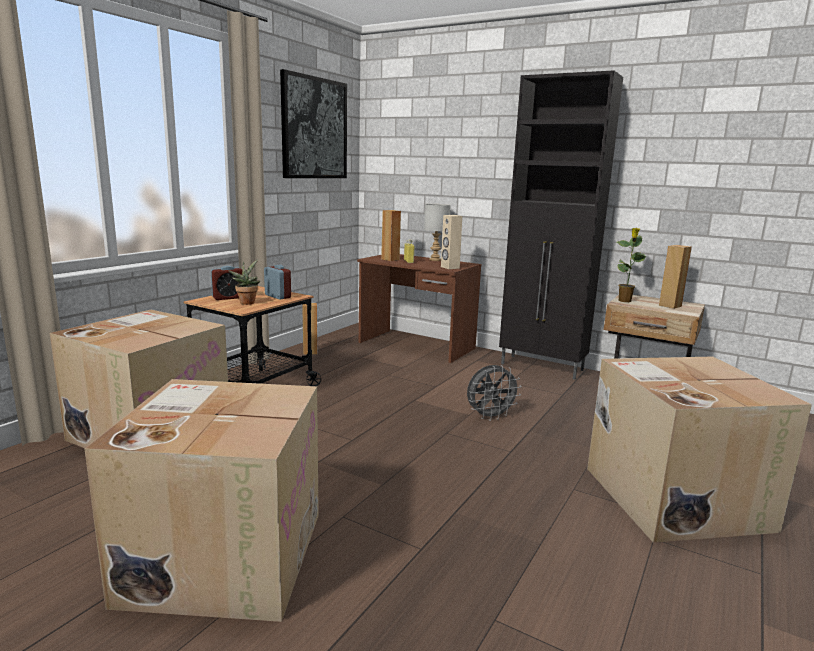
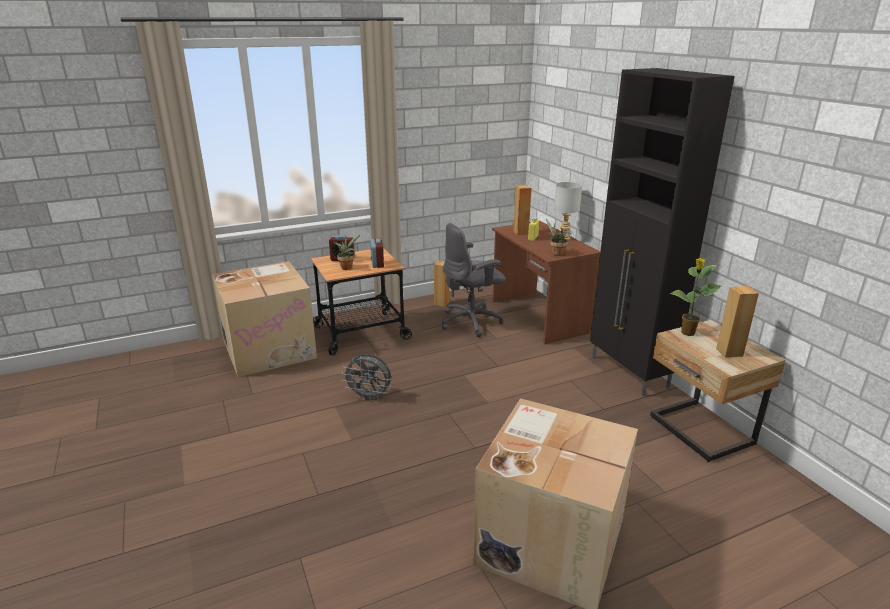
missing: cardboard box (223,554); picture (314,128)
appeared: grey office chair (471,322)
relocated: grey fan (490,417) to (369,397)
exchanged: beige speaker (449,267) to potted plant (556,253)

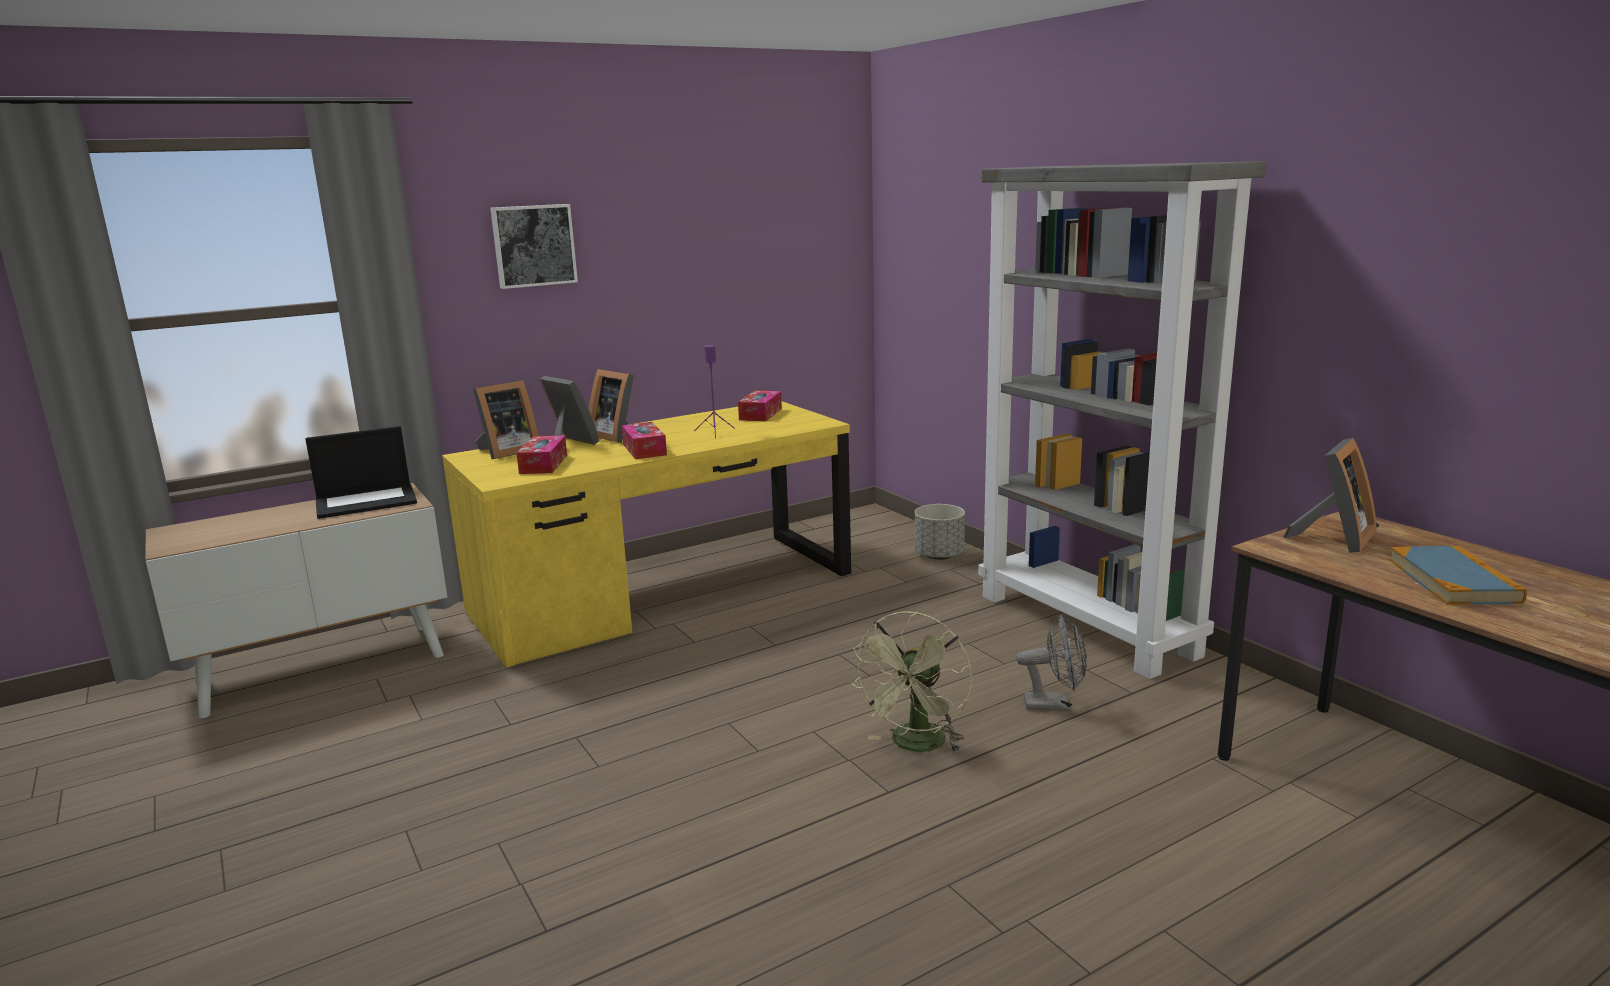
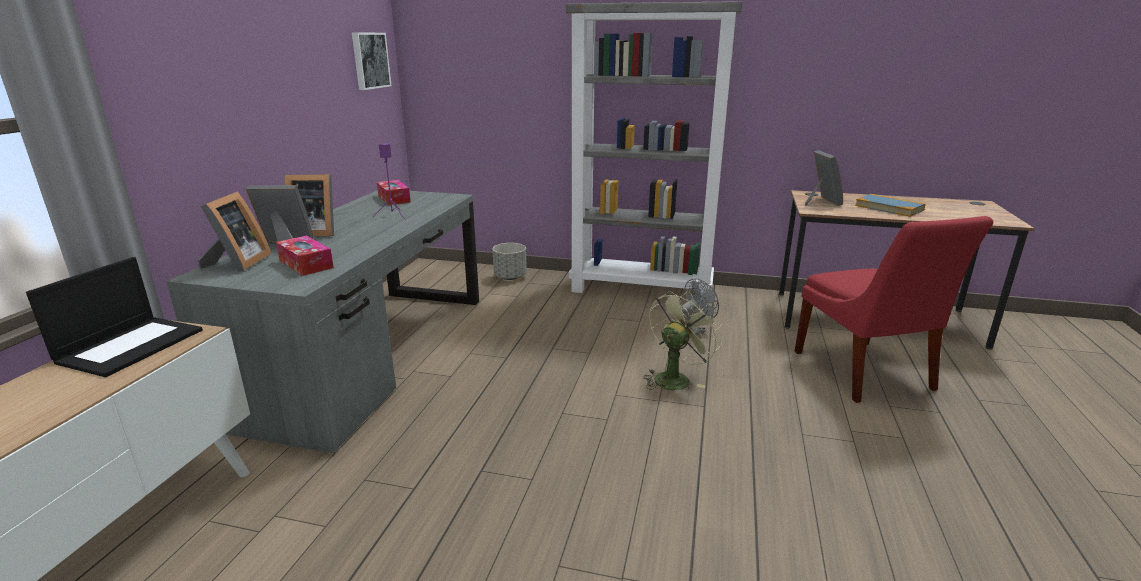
missing: tissue box (644,450)
appeared: red chair (865,373)
relocated: picture (533,245) to (369,60)
colour: yellow desk (664,594) to grey desk (370,355)
spun: green fan (916,746) = (675,378) 120 degrees counterclockwise

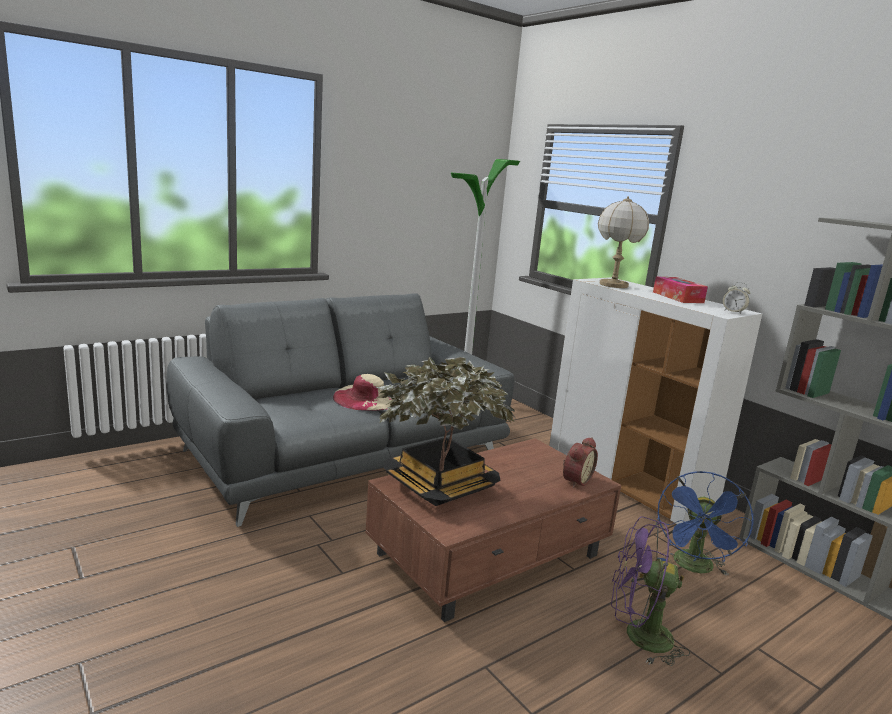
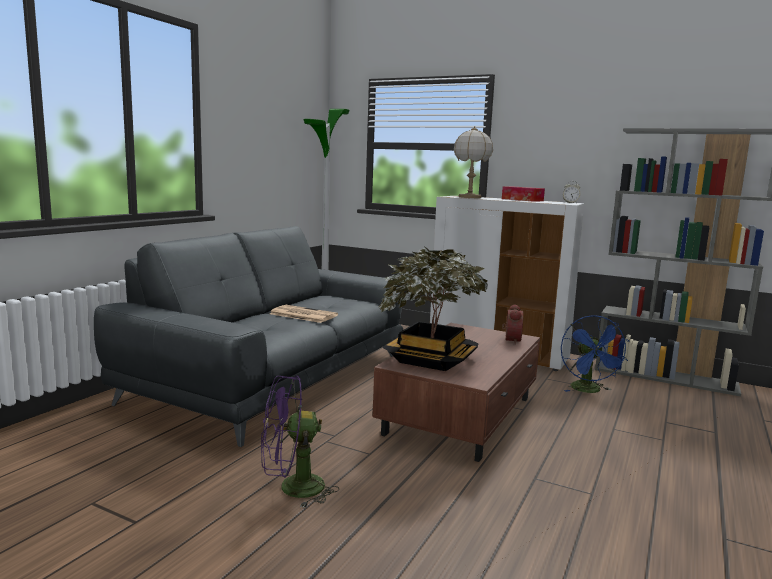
relocated: purple fan (638,636) to (292,489)
exchanged: beige hat (367,398) to newspaper (302,315)

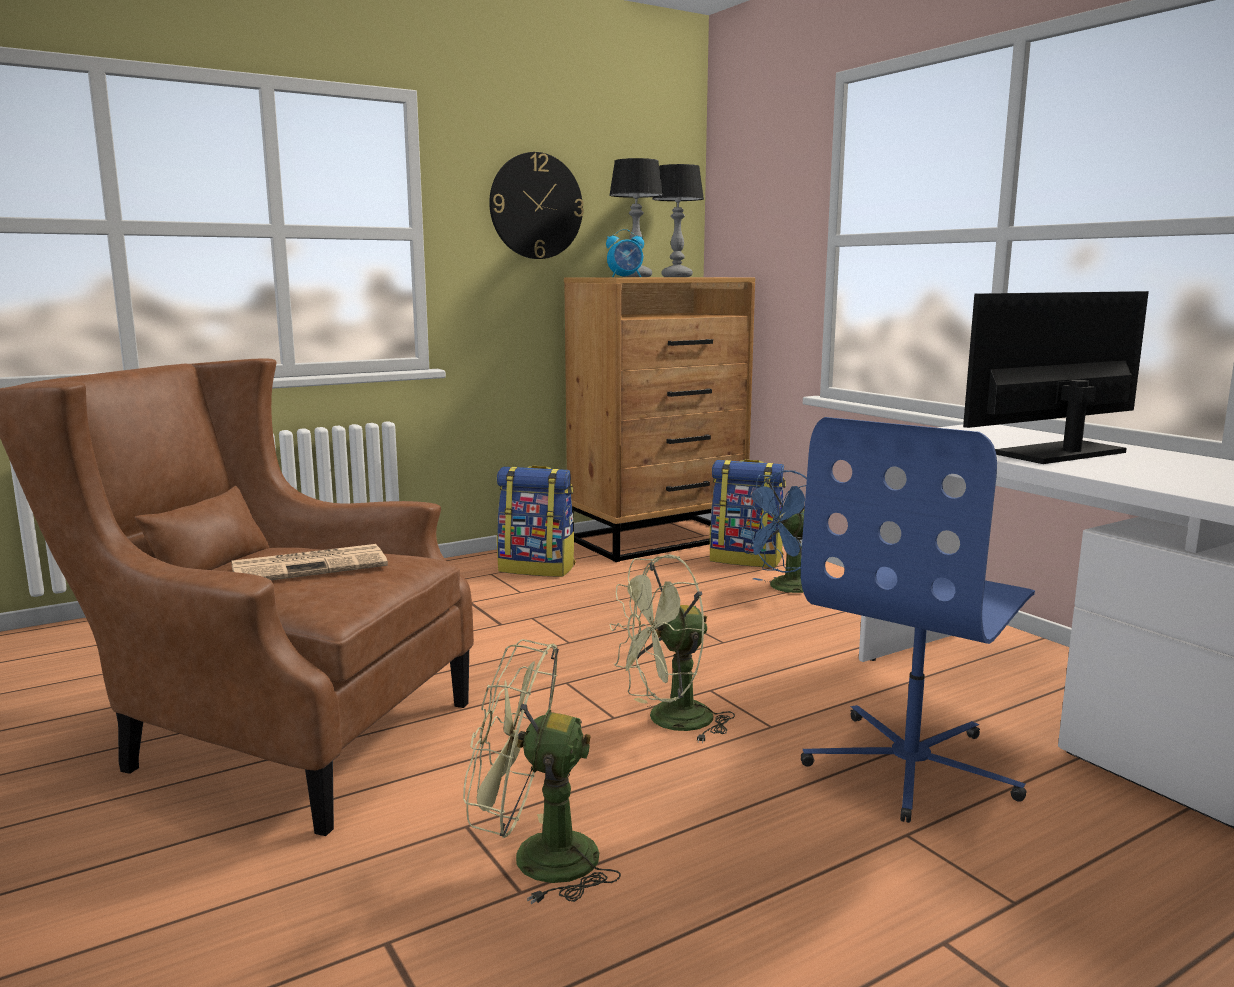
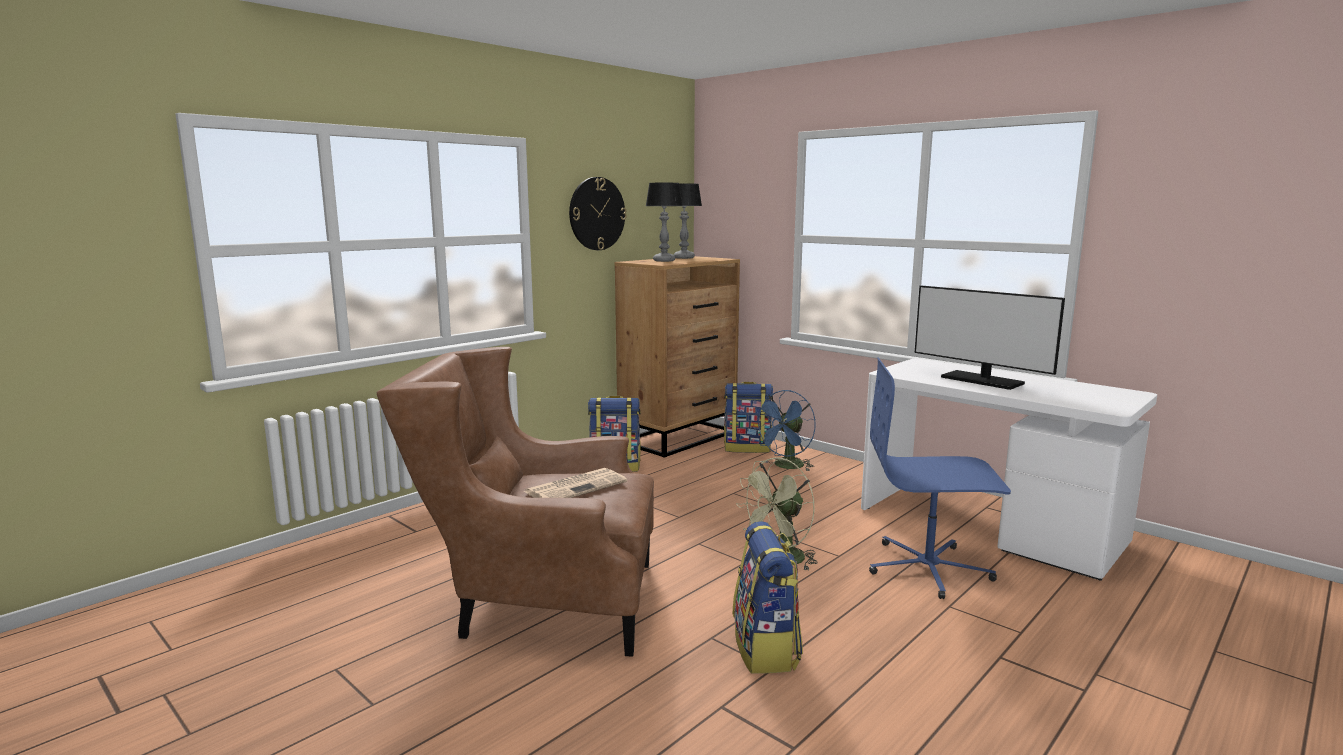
missing: alarm clock (625,277)
exchanged: green fan (536,859) to backpack (766,649)
spun: blue office chair (912,766) = (929,568) 75 degrees clockwise; monitor (1060,453) = (982,380) 90 degrees counterclockwise

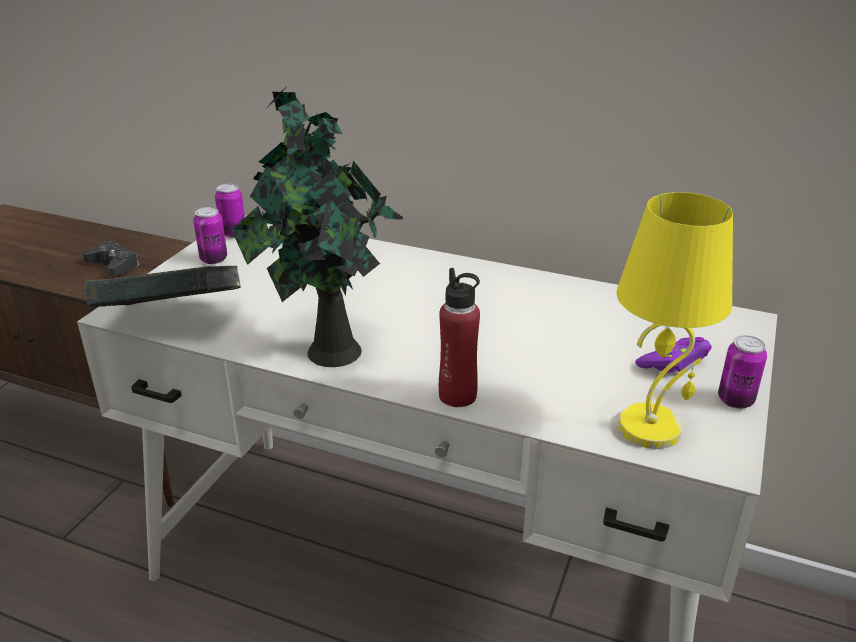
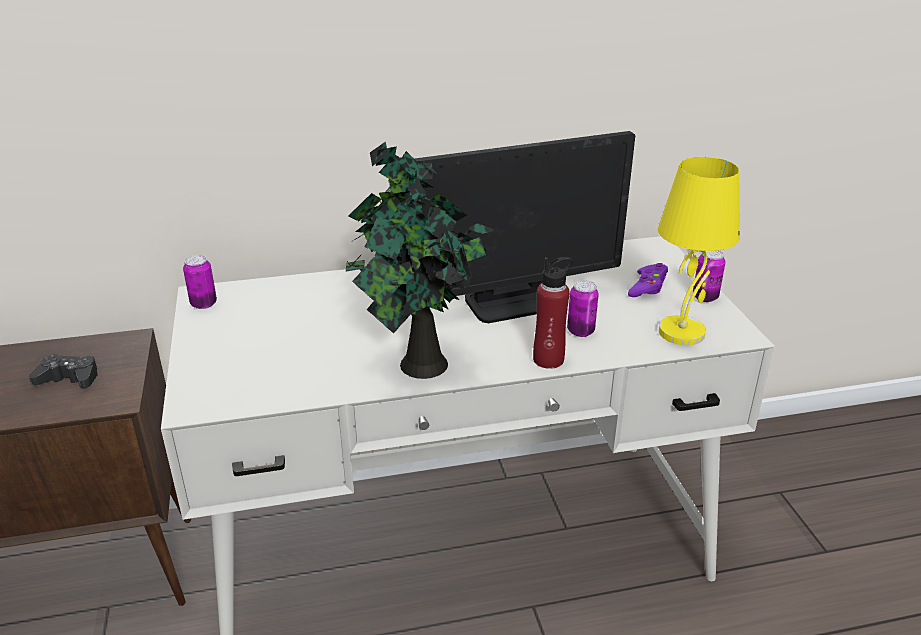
missing: book (172,321)
appeared: monitor (513,302)
relocated: can (213,259) to (580,331)

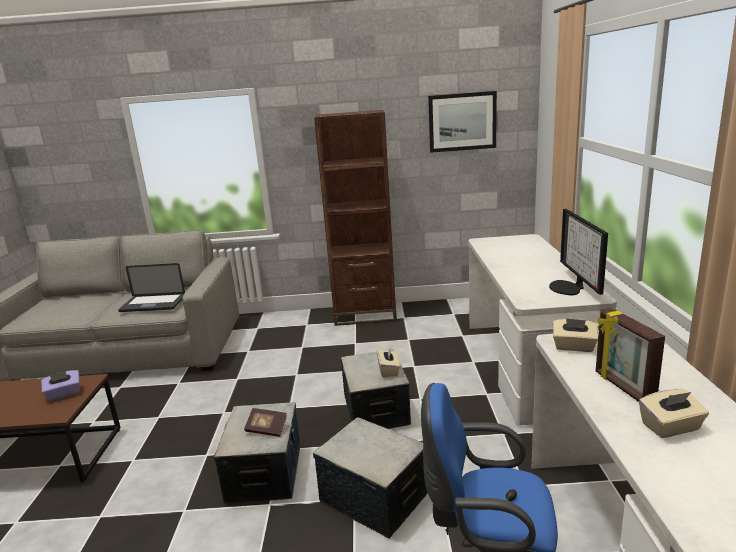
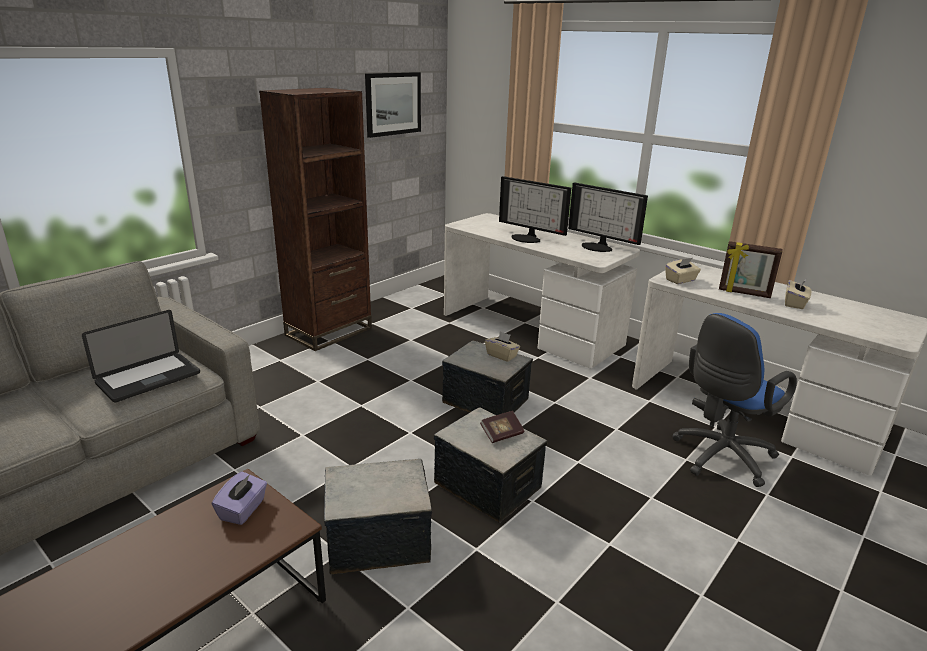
appeared: monitor (527,238)
relocated: storage box (374,497) to (378,539)

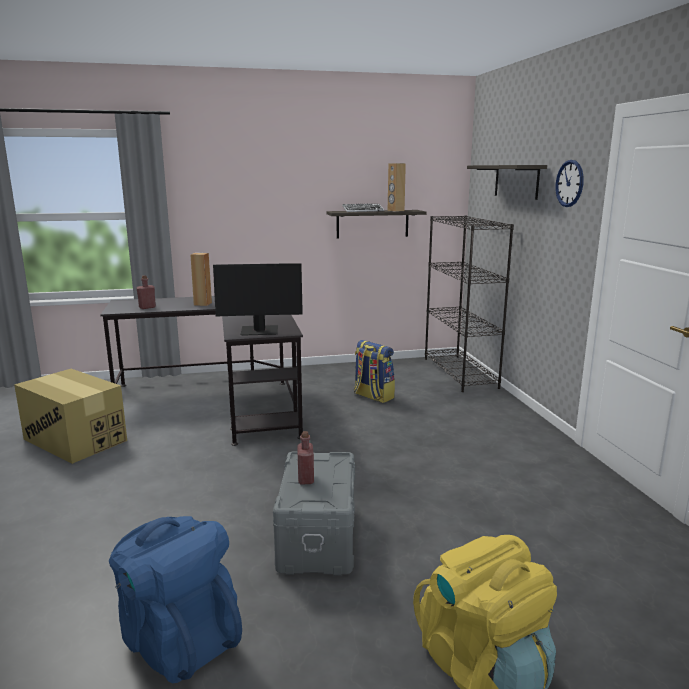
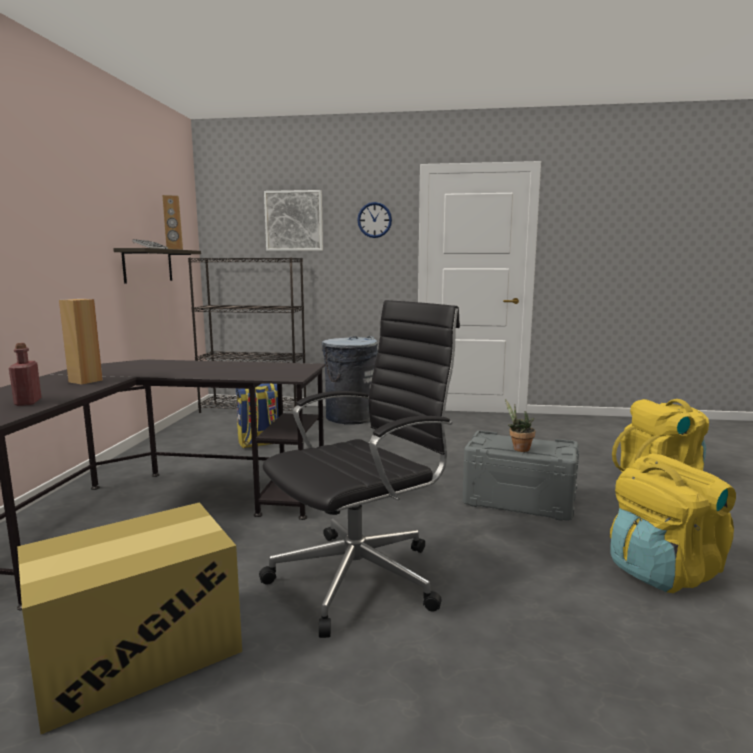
missing: monitor (259,331)
appeared: black office chair (361,577); grey trash can (350,417)
exchanged: red bottle (306,479) to potted plant (518,449); shelf (516,181) to picture (294,221)
colour: blue backpack (178,639) to yellow backpack (663,571)

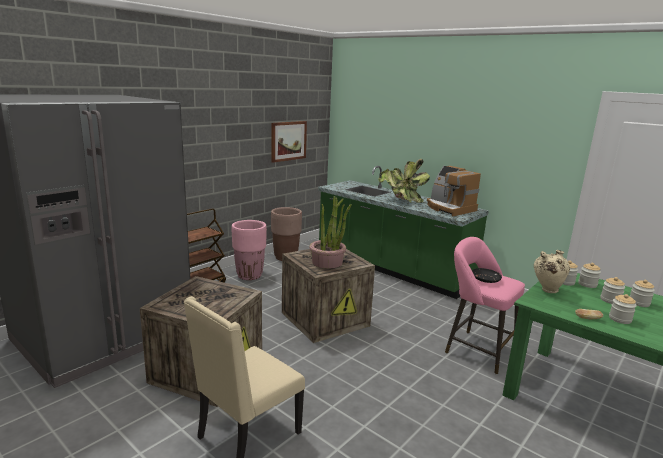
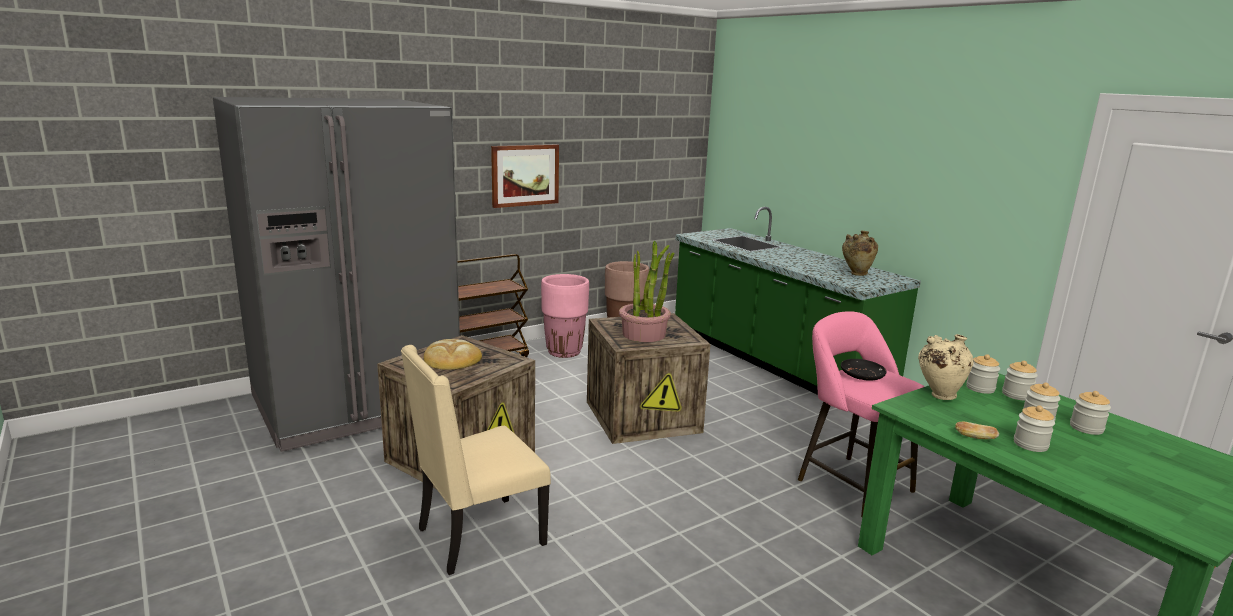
missing: potted plant (401,201)
appeared: bread (452,359)
relocated: picture (288,141) to (525,175)
exchanged: coffee machine (449,208) to beige vase (856,274)

